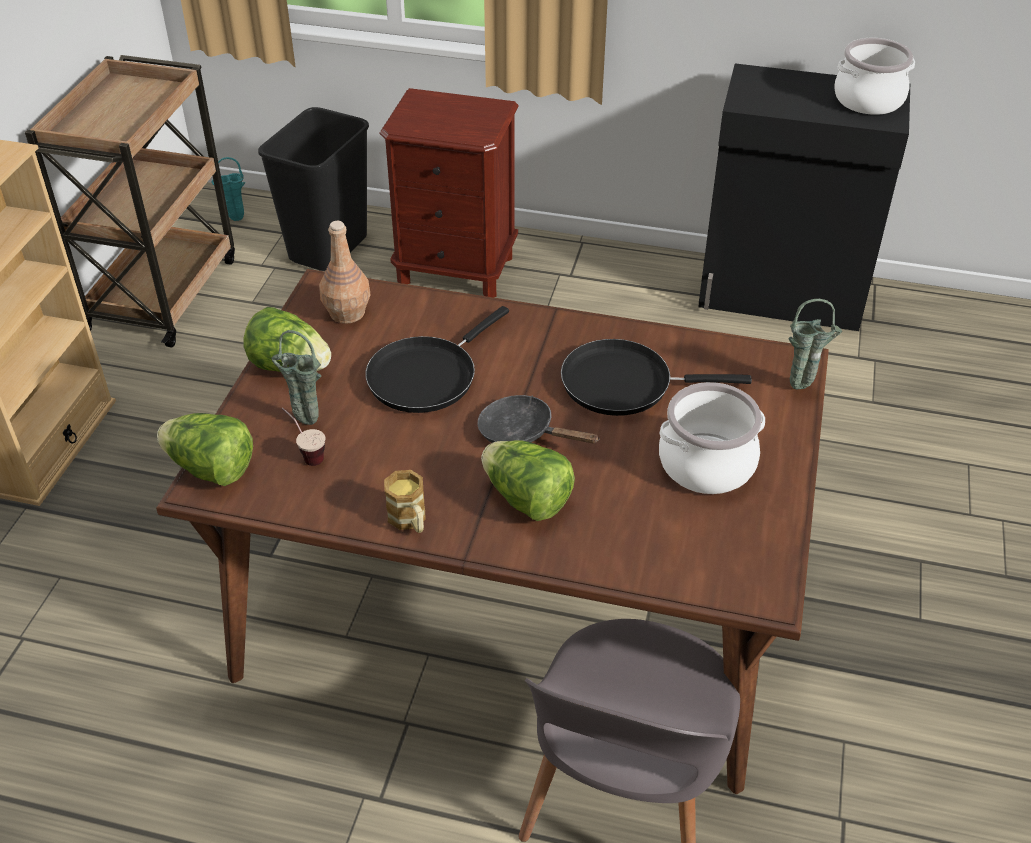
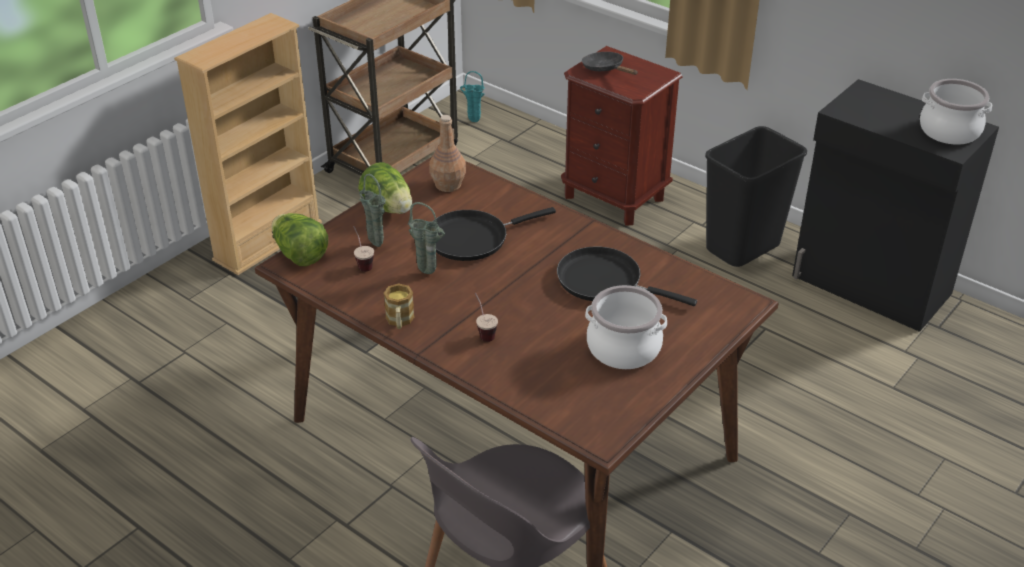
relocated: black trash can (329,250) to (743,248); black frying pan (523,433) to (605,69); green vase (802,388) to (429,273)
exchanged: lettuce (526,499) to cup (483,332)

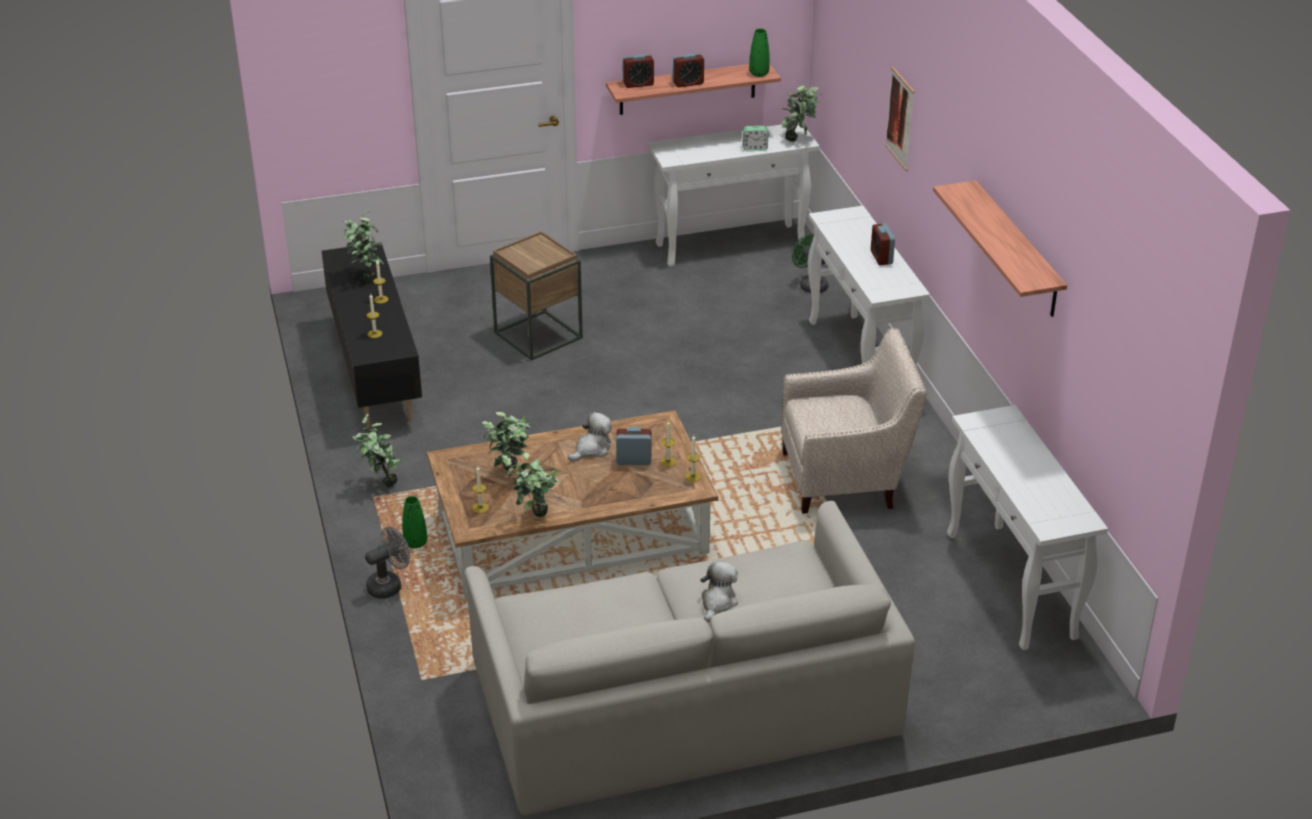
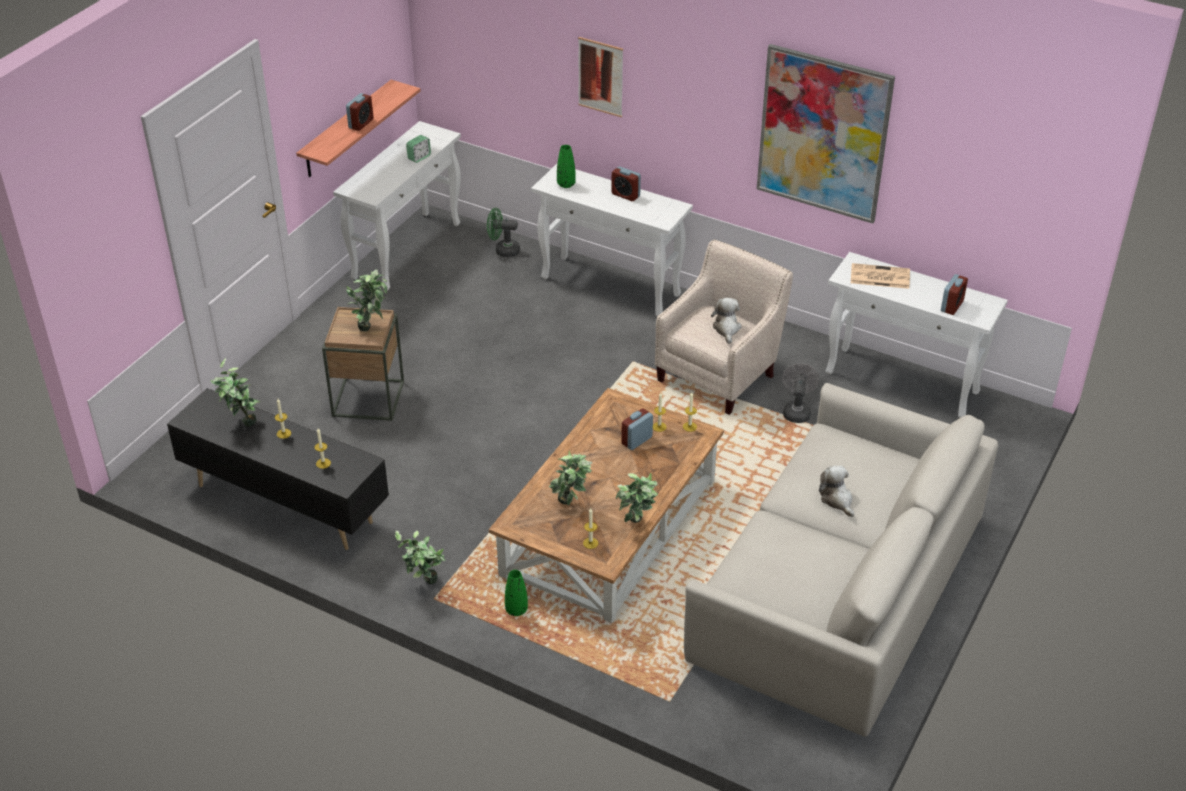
appeared: newspaper (879,277)
relocated: grey fan (389,585) to (796,411); plush toy (592,449) to (726,329); alarm clock (638,84) to (952,306); green vase (759,74) to (566,184); potted plant (799,140) to (371,326)
exchanged: shelf (1017,250) to picture (823,134)

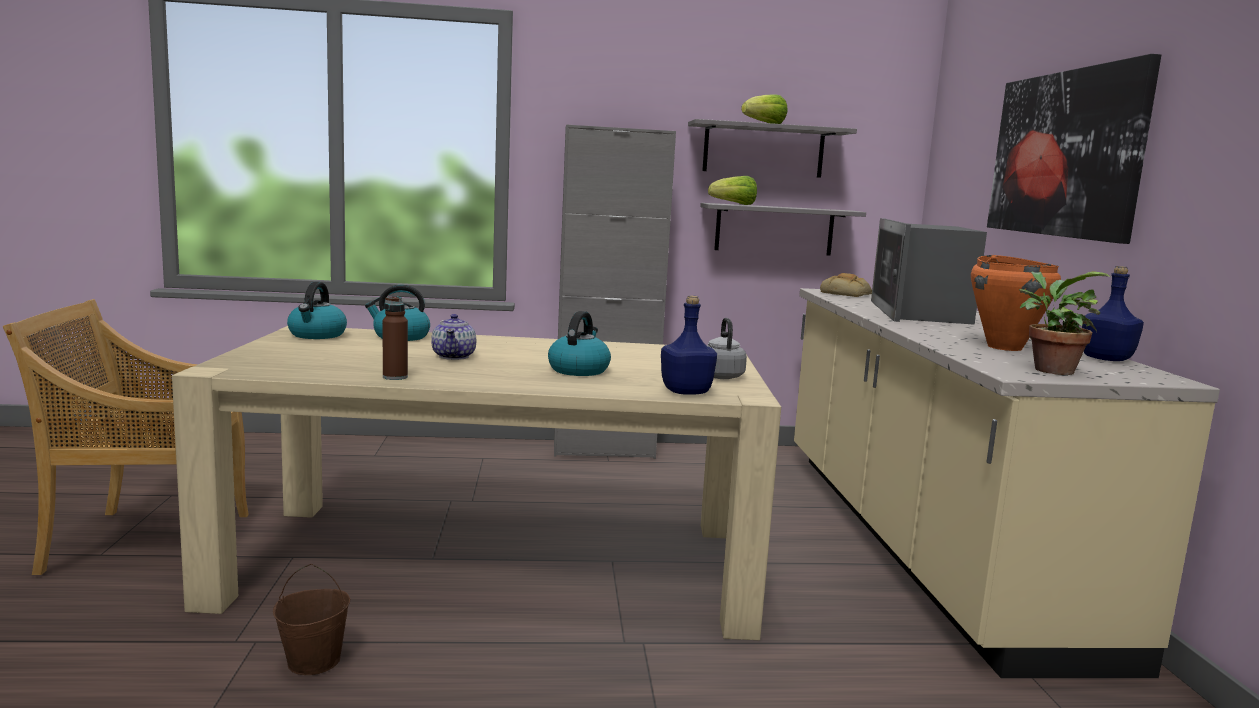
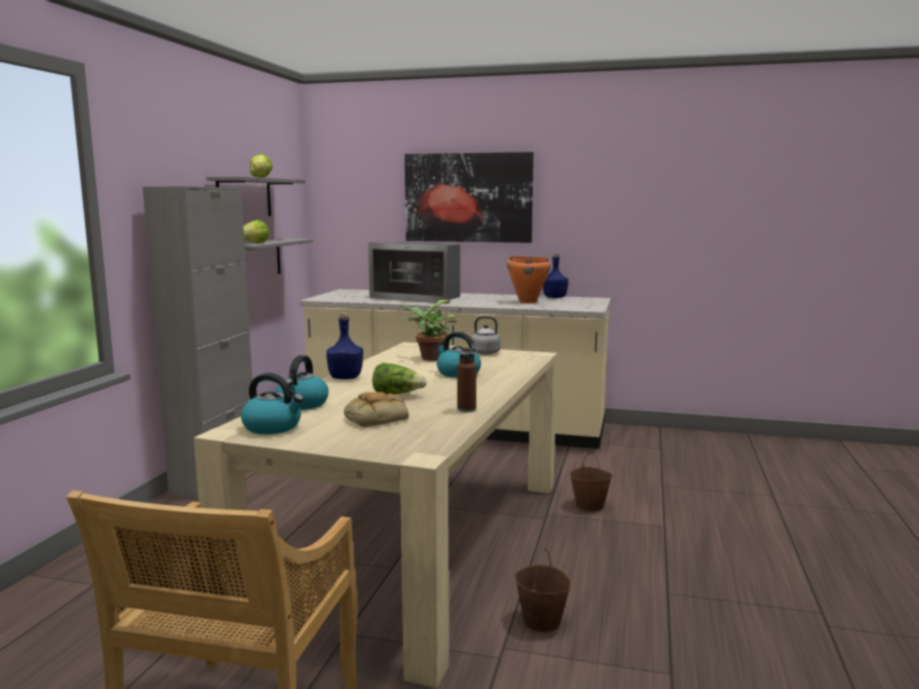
appeared: brown bucket (590,506)
relocated: blue bottle (685,392) to (345,378); bread (847,294) to (376,418); potted plant (1048,370) to (429,358)
exchanged: teapot (454,356) to lettuce (397,394)

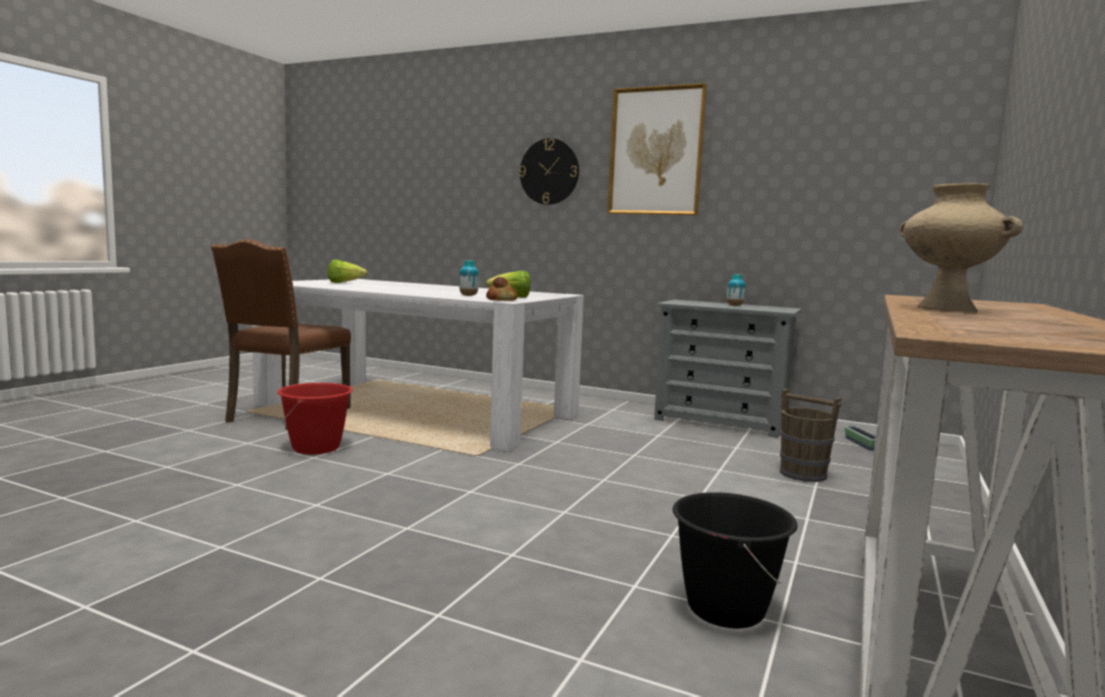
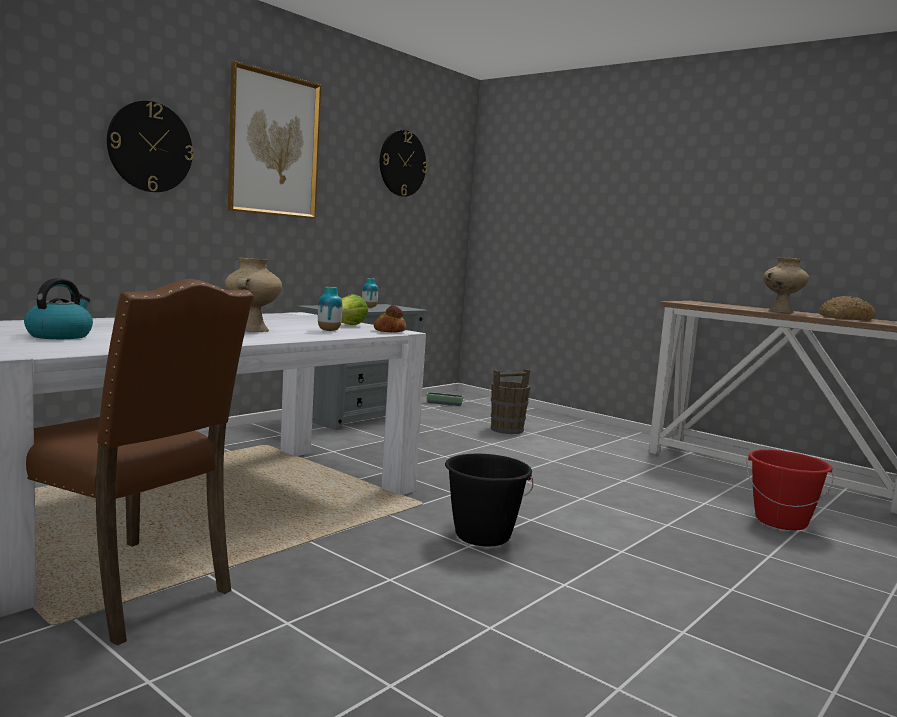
appeared: beige vase (252,330); wall clock (402,163); bread (845,318)
relocated: red bucket (316,448) to (781,521); black bucket (725,609) to (482,536)
exchanged: lettuce (344,283) to kettle (60,336)

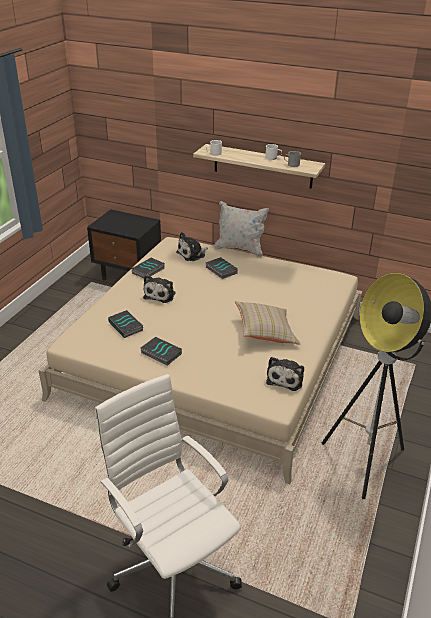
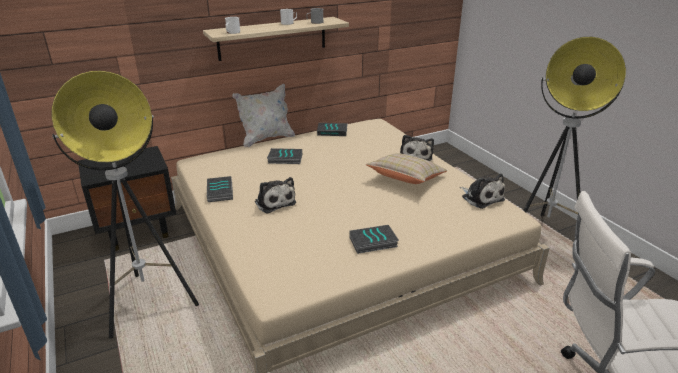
appeared: floor lamp (148,303)
relocated: book (126,326) to (332,131); plush toy (192,254) to (415,156)

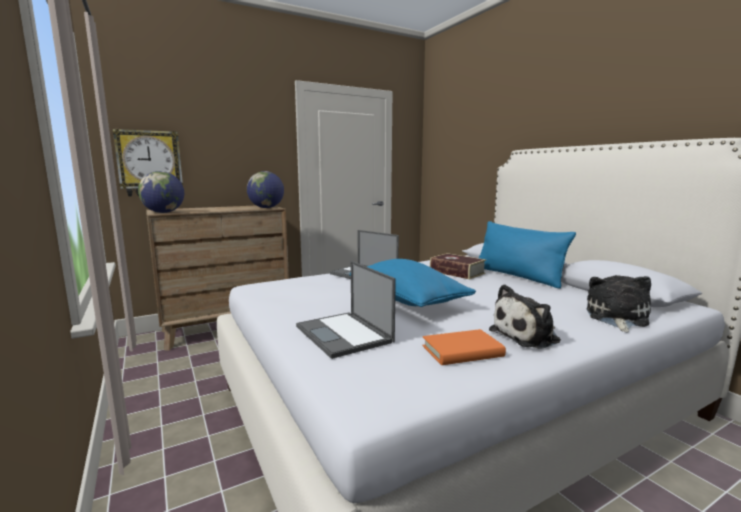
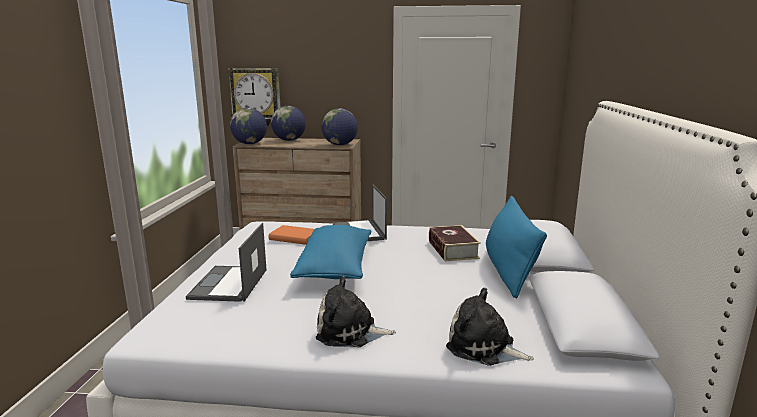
appeared: globe (289,140)
relocated: orange book (462,351) to (294,238)
spun: plush toy (616,318) = (484,347) 120 degrees counterclockwise

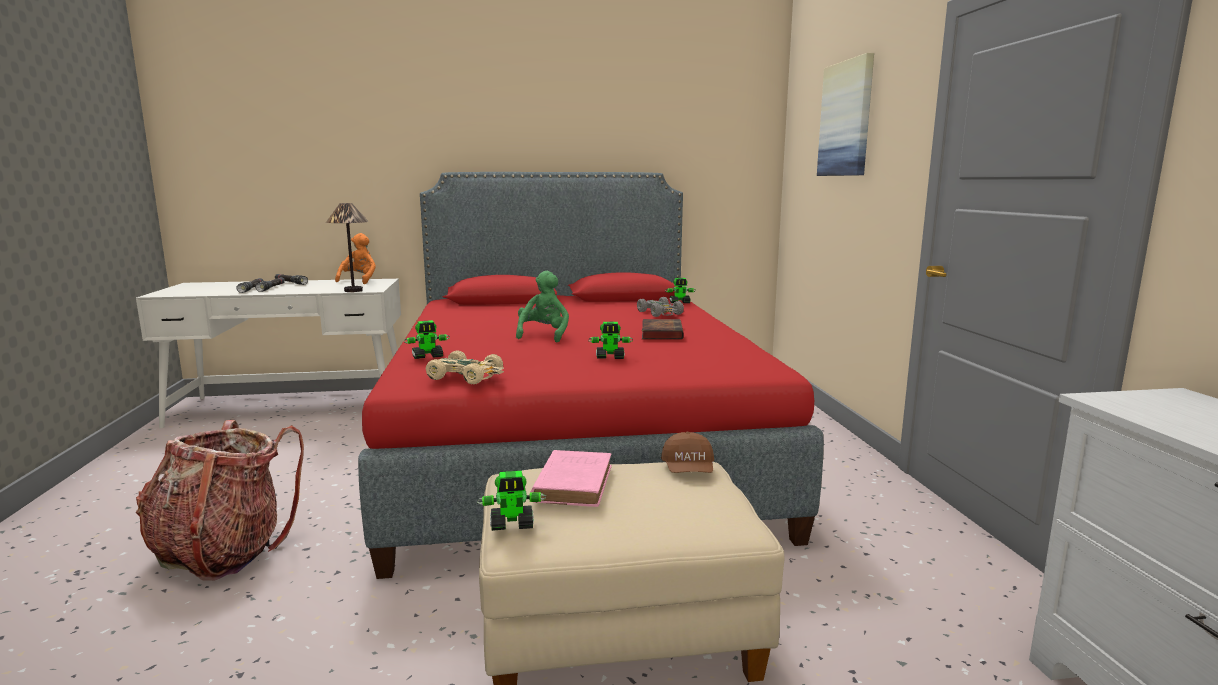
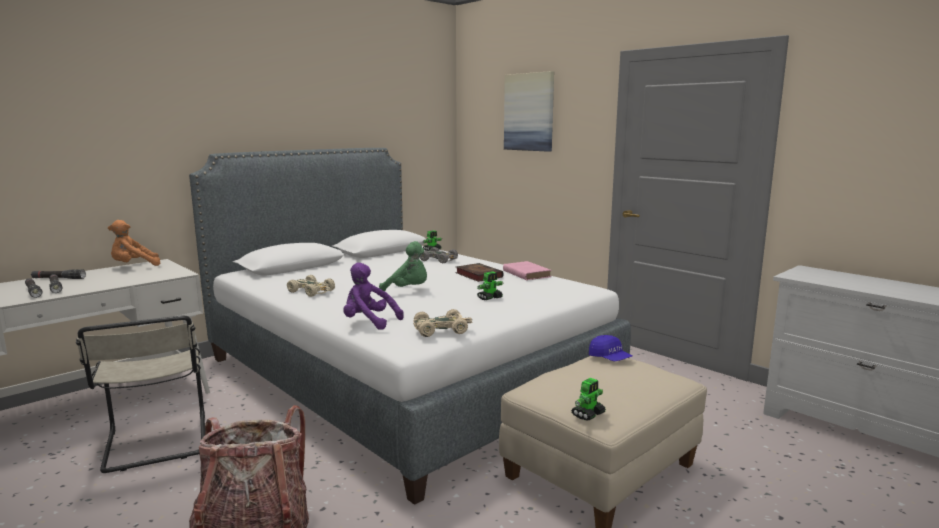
missing: table lamp (353,290)
appeared: beige chair (156,444); beige toy car (312,291)
relocated: pink book (574,482) to (525,273)
exchanged: toy robot (428,357) to purple plush toy (369,322)
colour: red bed (572,446) to white bed (402,375); brown cap (688,470) to blue cap (609,359)
spun: orange plush toy (359,281) = (134,266) 90 degrees counterclockwise; green plush toy (543,335) = (408,290) 135 degrees clockwise

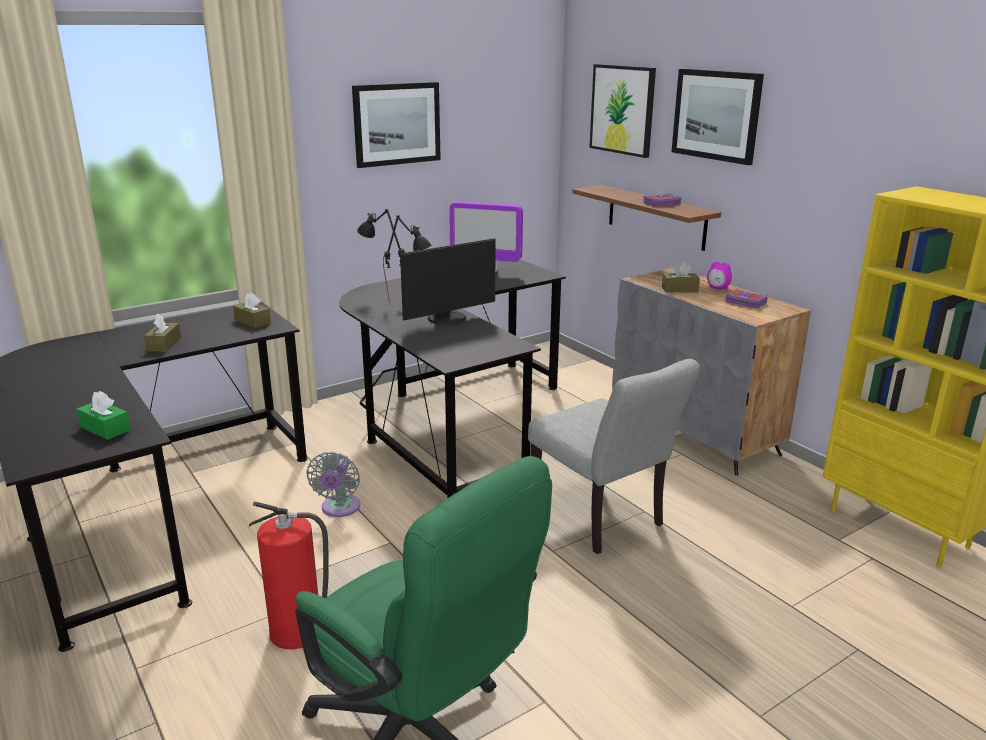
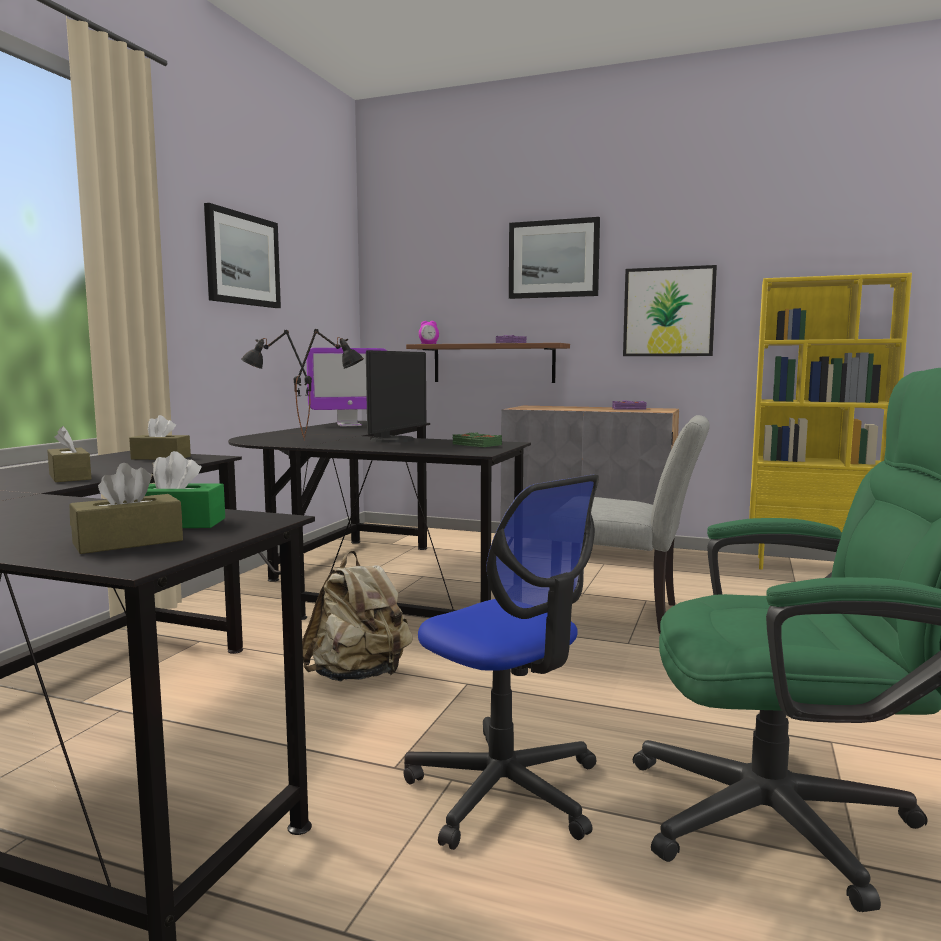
appeared: green book (476,445)
relocated: picture (622,109) to (668,312); brown tissue box (679,289) to (128,542); alarm clock (718,288) to (428,344)
exchanged: fire extinguisher (298,631) to office chair (505,791); grey fan (339,509) to beige backpack (359,676)

